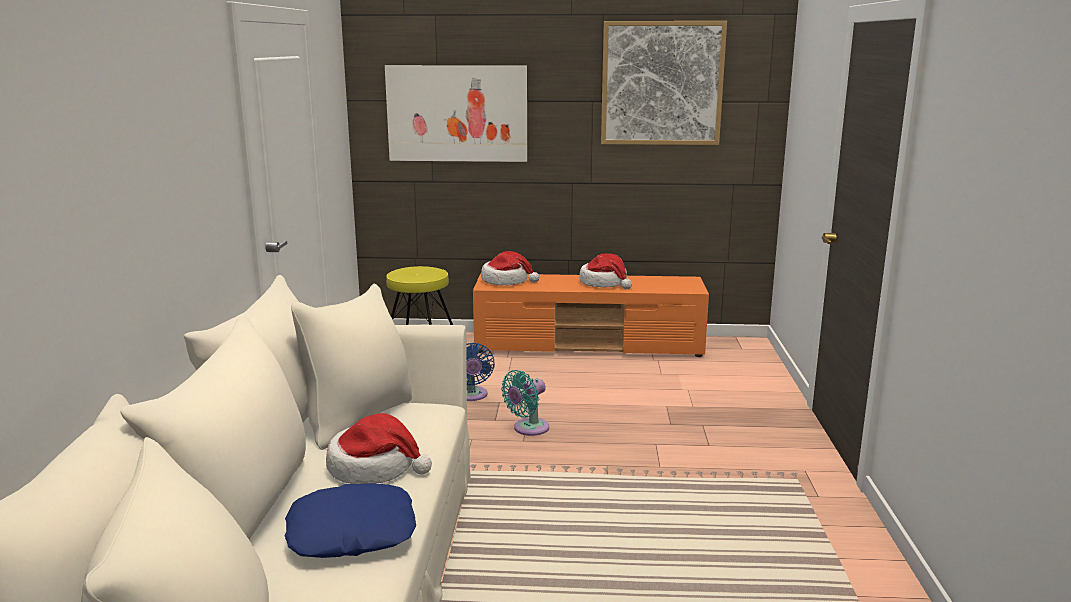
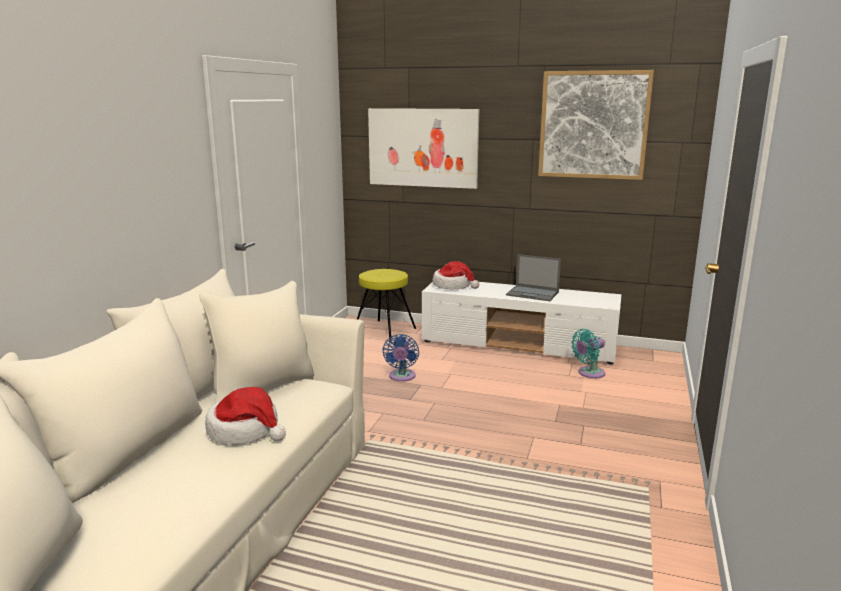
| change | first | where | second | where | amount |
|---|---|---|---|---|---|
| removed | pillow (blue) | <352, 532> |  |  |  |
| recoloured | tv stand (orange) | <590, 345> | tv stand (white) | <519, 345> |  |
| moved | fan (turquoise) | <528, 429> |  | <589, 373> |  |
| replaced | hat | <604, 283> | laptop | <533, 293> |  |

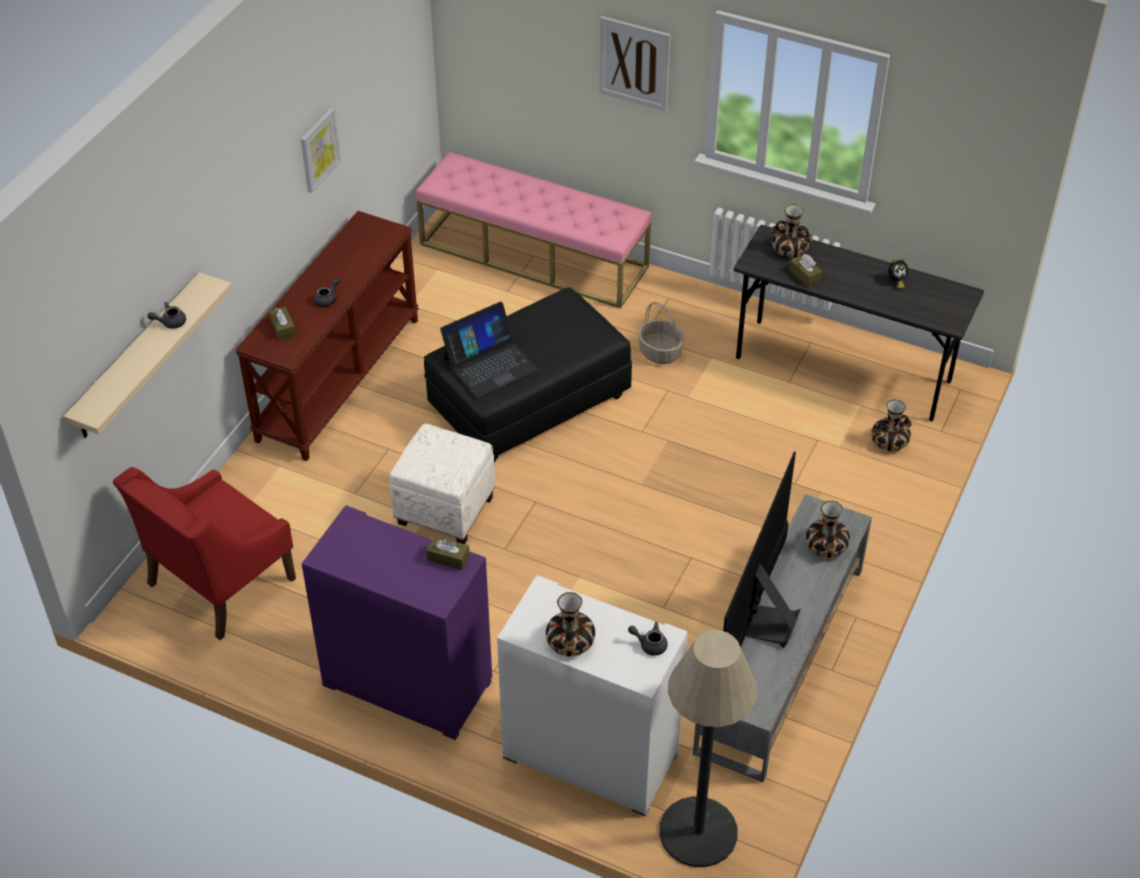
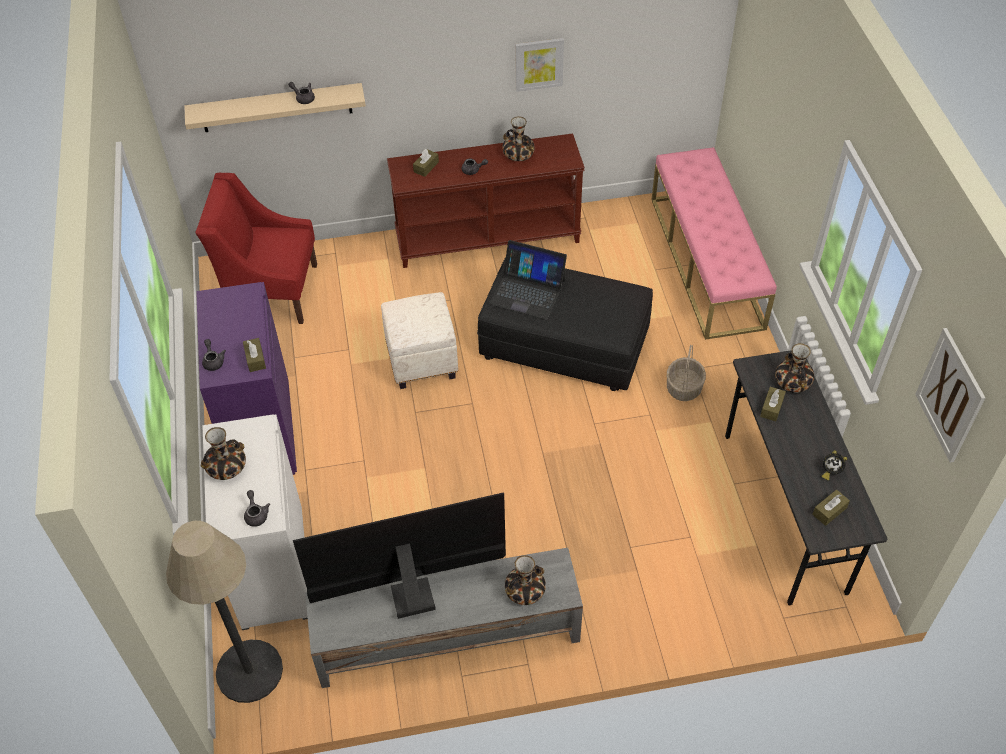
| change | first | where | second | where | amount |
|---|---|---|---|---|---|
| moved | picture | <634, 63> |  | <950, 395> |  |
| moved | vase | <888, 441> |  | <518, 154> |  |
| added |  |  | teapot (grey) | <213, 361> |  |
| added |  |  | tissue box (brown) | <829, 511> |  |

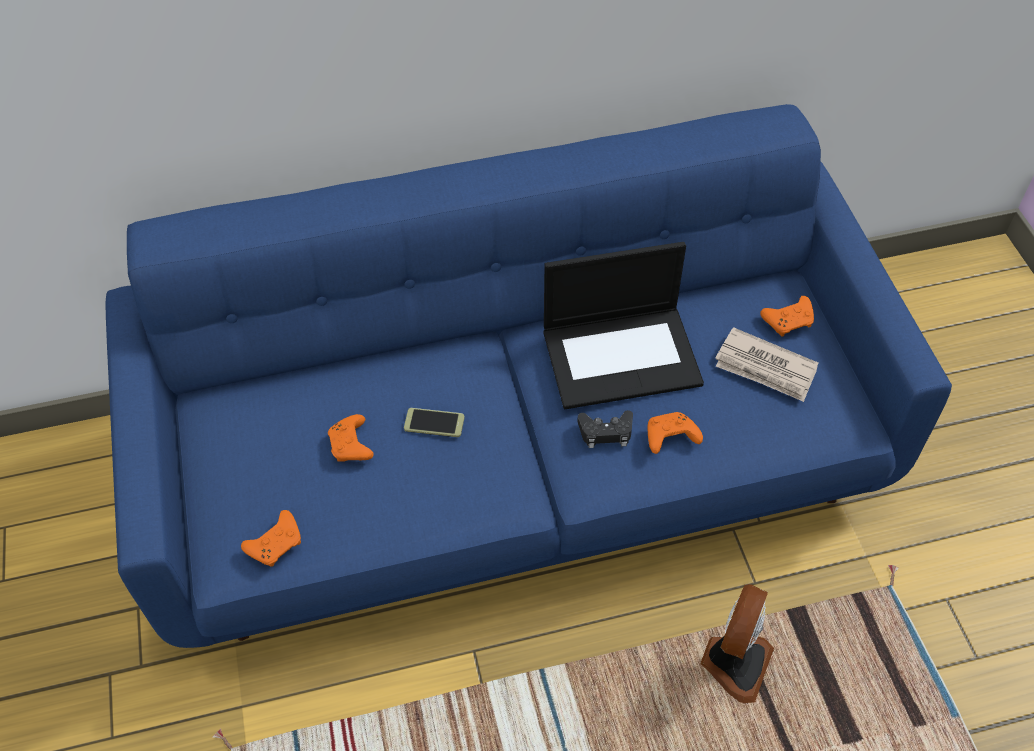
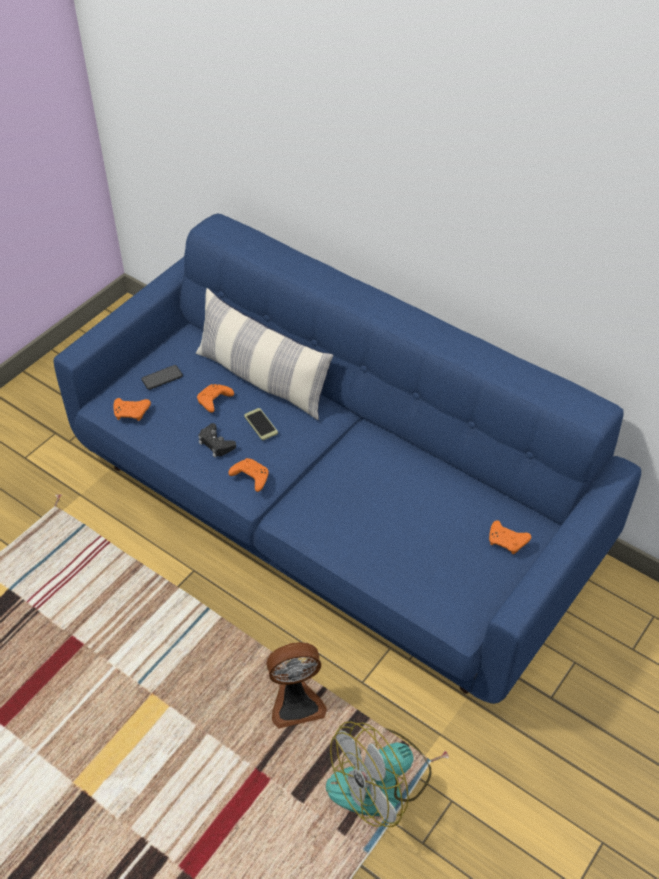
| change | first | where | second | where | amount |
|---|---|---|---|---|---|
| removed | laptop | <622, 355> |  |  |  |
| moved | game controller (black) | <606, 432> |  | <216, 444> |  |
| moved | game controller (orange) | <669, 438> |  | <250, 478> |  |
| removed | newspaper | <765, 368> |  |  |  |
| added |  |  | phone | <162, 378> |  |
| added |  |  | pillow | <262, 379> |  |
| added |  |  | fan | <380, 782> |  |

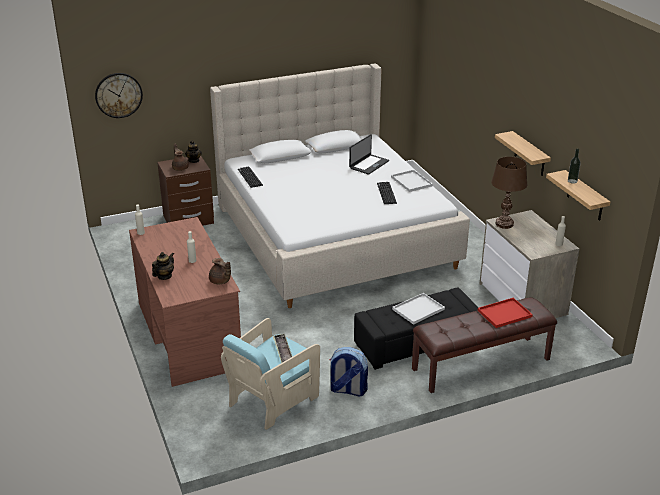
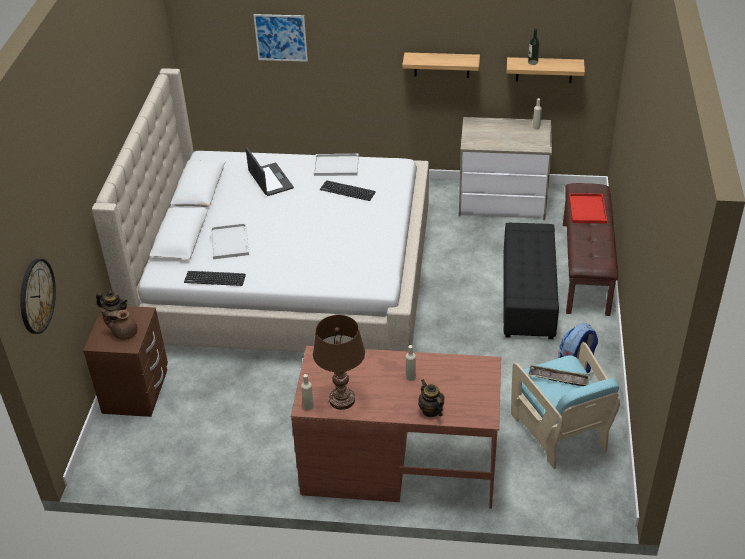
| change | first | where | second | where | amount |
|---|---|---|---|---|---|
| removed | teapot (brown) | <220, 281> |  |  |  |
| moved | tray (white) | <418, 310> |  | <230, 242> |  |
| moved | table lamp (brown) | <504, 224> |  | <342, 400> |  |
| added |  |  | picture | <281, 37> |  |

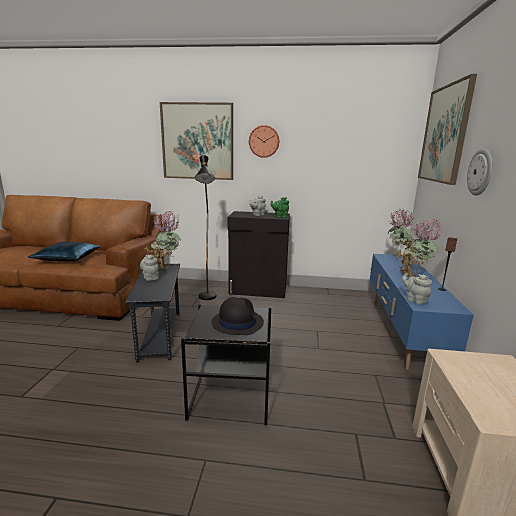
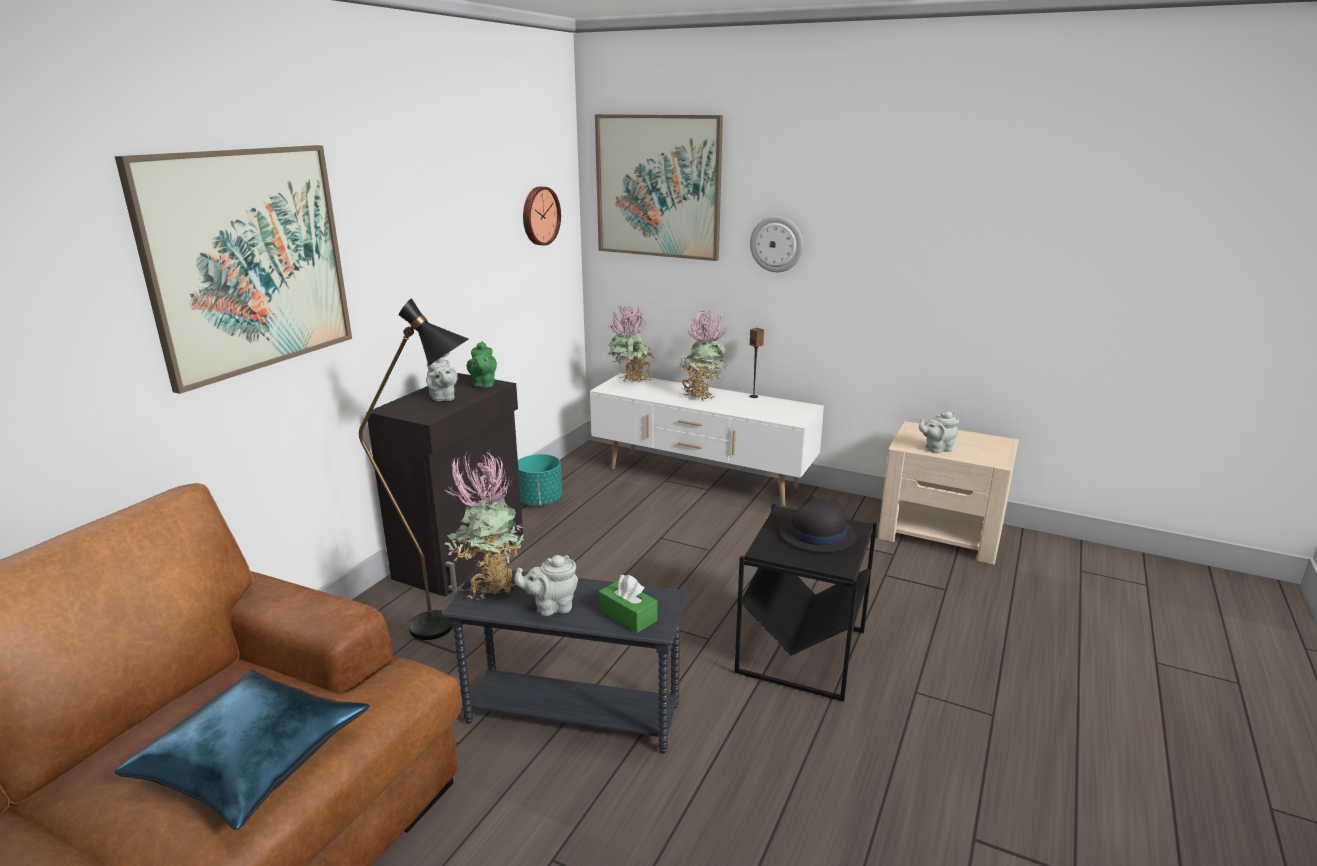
| change | first | where | second | where | amount |
|---|---|---|---|---|---|
| moved | wall clock | <264, 141> |  | <539, 216> |  |
| recoloured | tv stand (blue) | <402, 332> | tv stand (white) | <702, 479> |  |
| moved | teapot (grey) | <414, 300> |  | <936, 449> |  |
| added |  |  | planter (turquoise) | <539, 501> |  |
| added |  |  | tissue box (green) | <628, 615> |  |

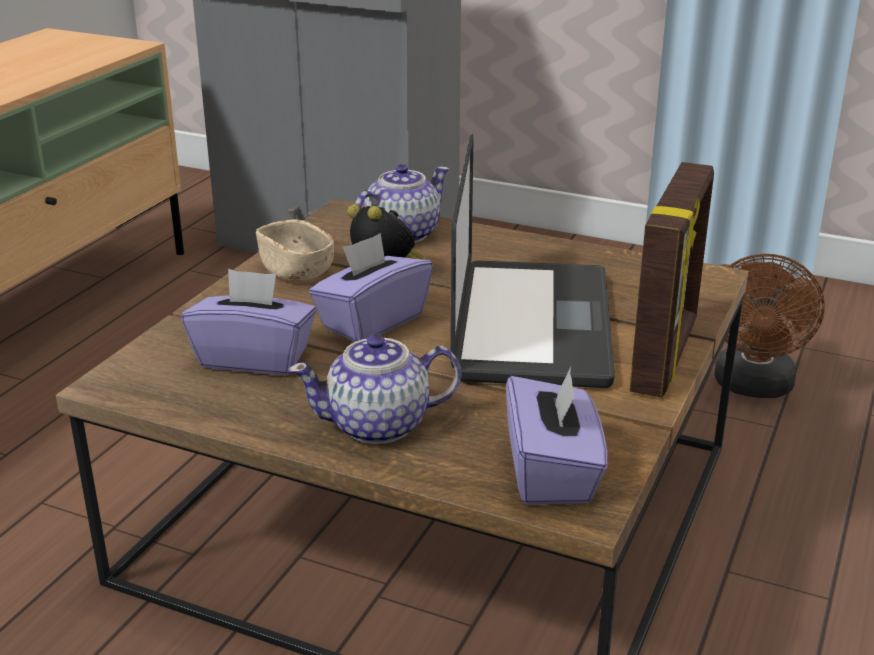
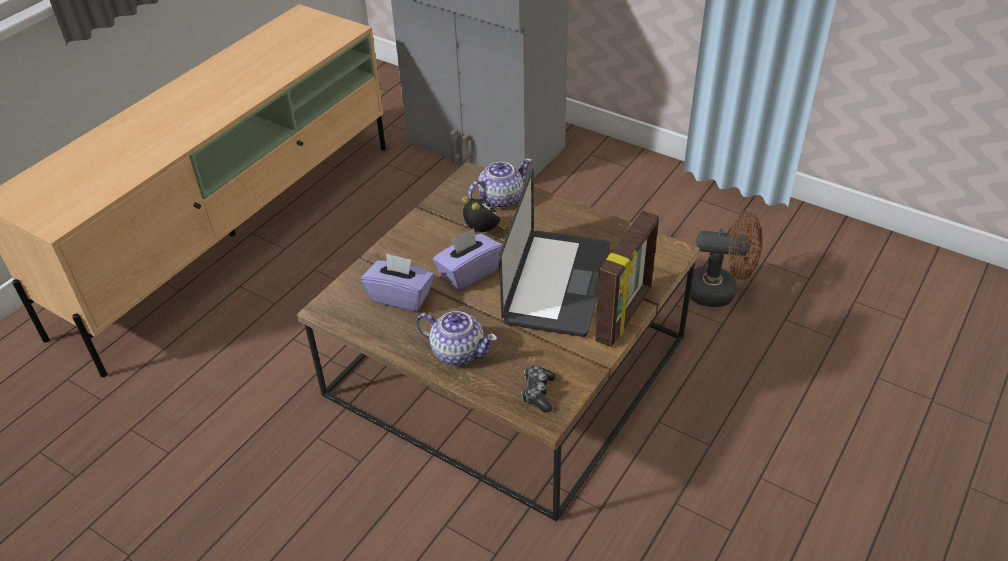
| change | first | where | second | where | amount |
|---|---|---|---|---|---|
| removed | bowl (beige) | <296, 271> |  |  |  |
| turned | teapot | <379, 425> |  | <457, 352> | 150 degrees counterclockwise |
| replaced | tissue box (purple) | <552, 473> | game controller | <538, 393> |  |
| turned | fan (brown) | <753, 387> |  | <719, 291> | 105 degrees counterclockwise |

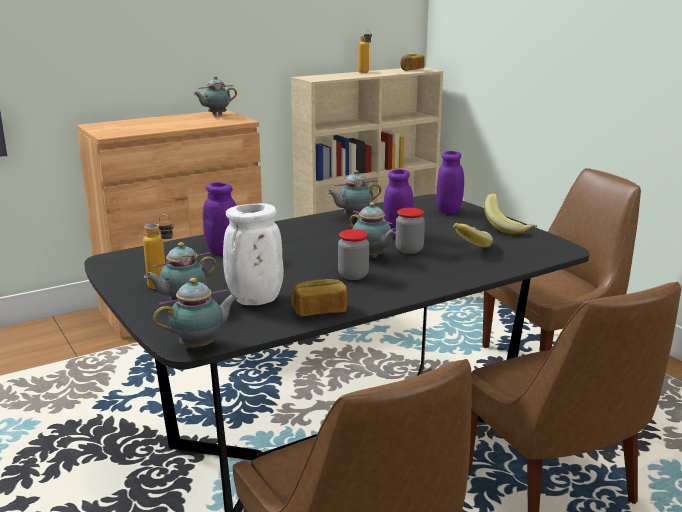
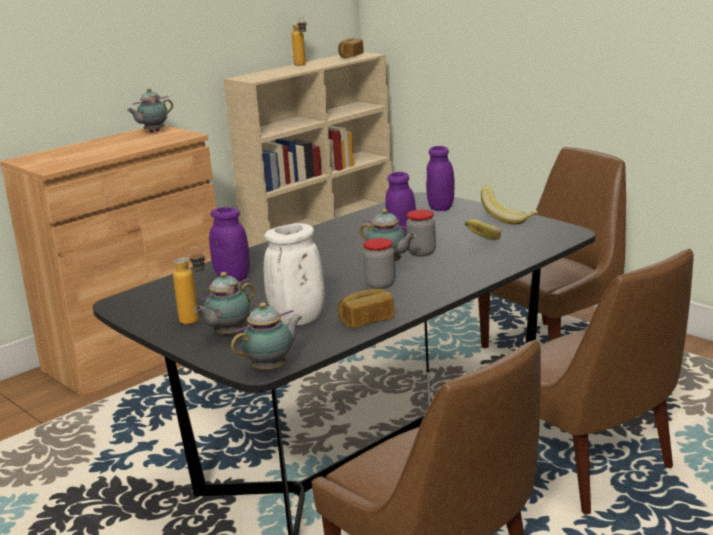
| change | first | where | second | where | amount |
|---|---|---|---|---|---|
| removed | teapot | <353, 218> |  |  |  |

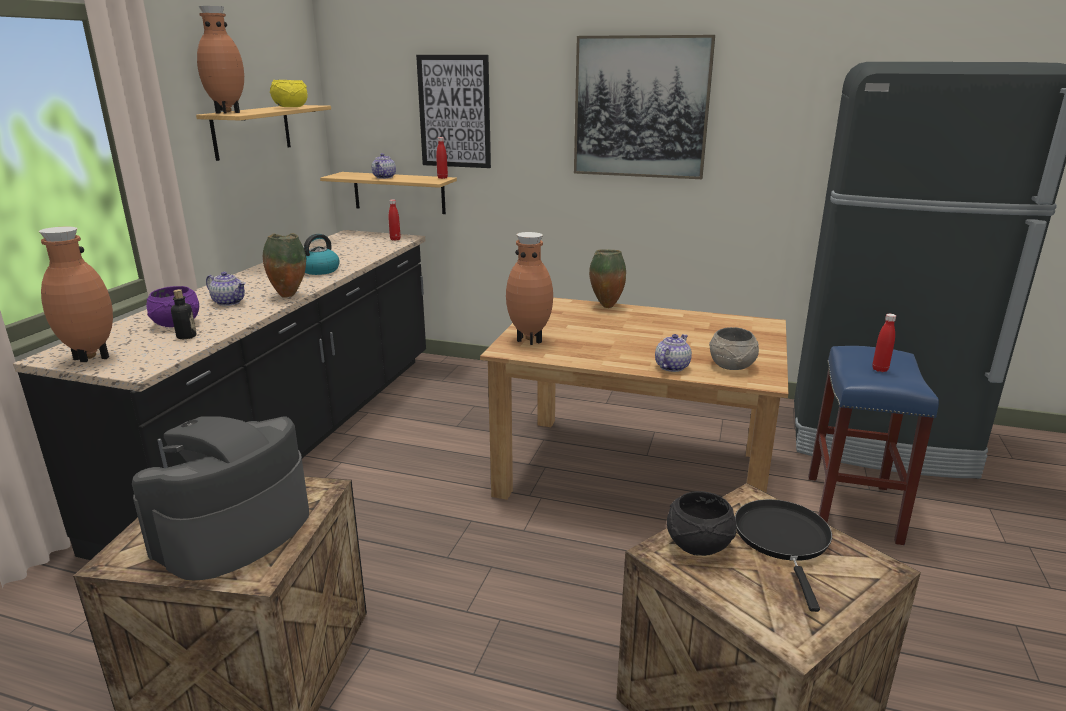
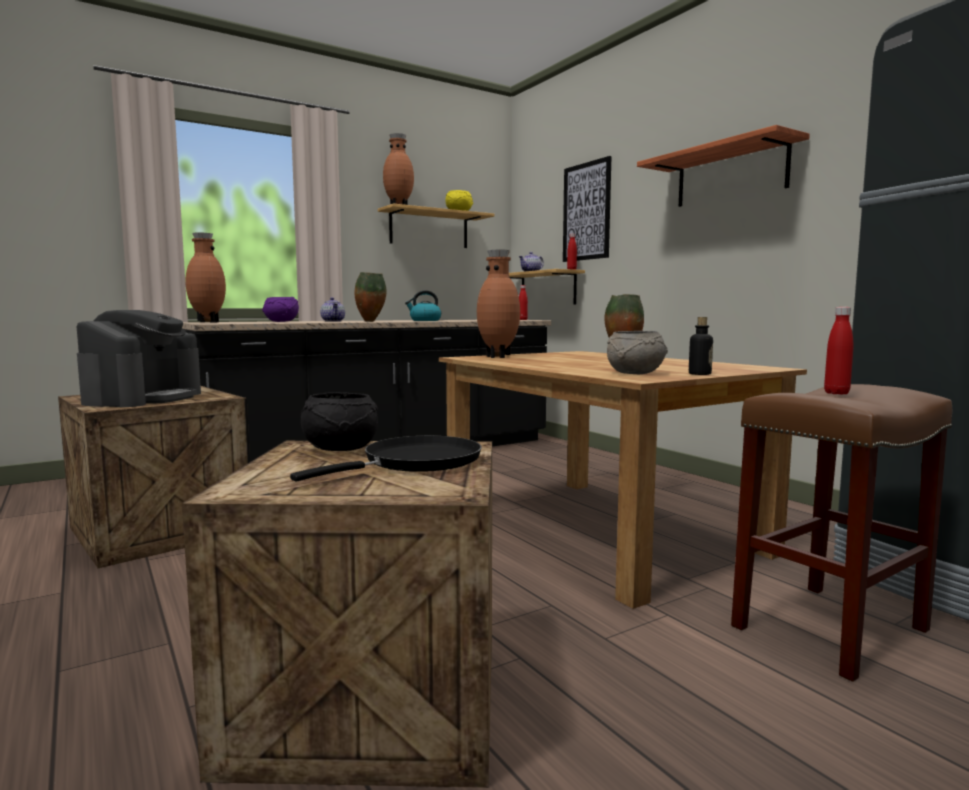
| change | first | where | second | where | amount |
|---|---|---|---|---|---|
| turned | coffee machine | <233, 531> |  | <144, 398> | 120 degrees clockwise |
| moved | bottle | <186, 336> |  | <699, 374> |  |
| replaced | picture | <641, 107> | shelf | <730, 175> |  |
| removed | teapot | <671, 367> |  |  |  |
| recoloured | stool (blue) | <853, 509> | stool (brown) | <829, 629> |  |

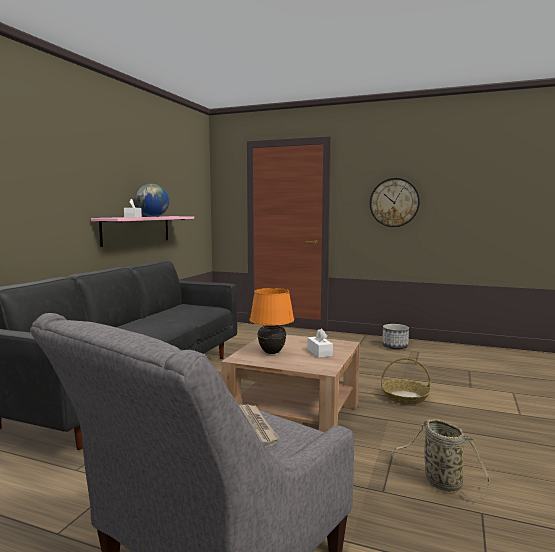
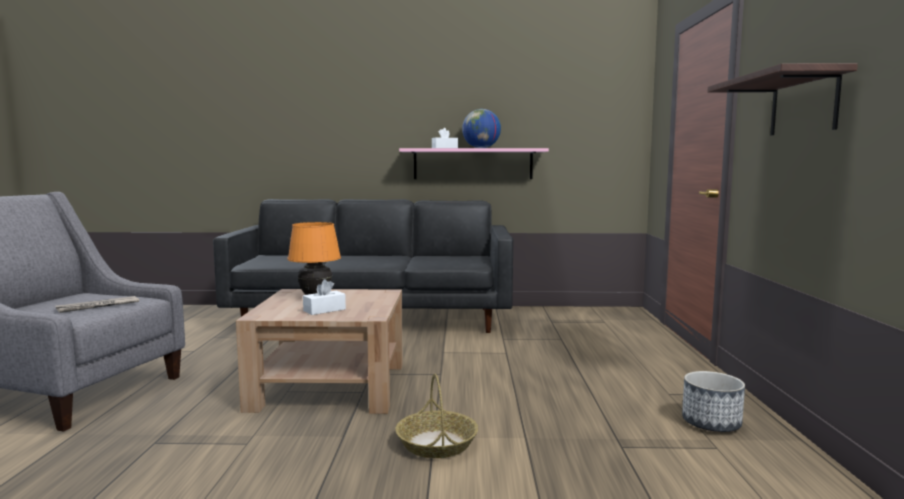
| change | first | where | second | where | amount |
|---|---|---|---|---|---|
| replaced | wall clock | <394, 202> | shelf | <803, 104> |  |
| removed | basket | <439, 482> |  |  |  |

